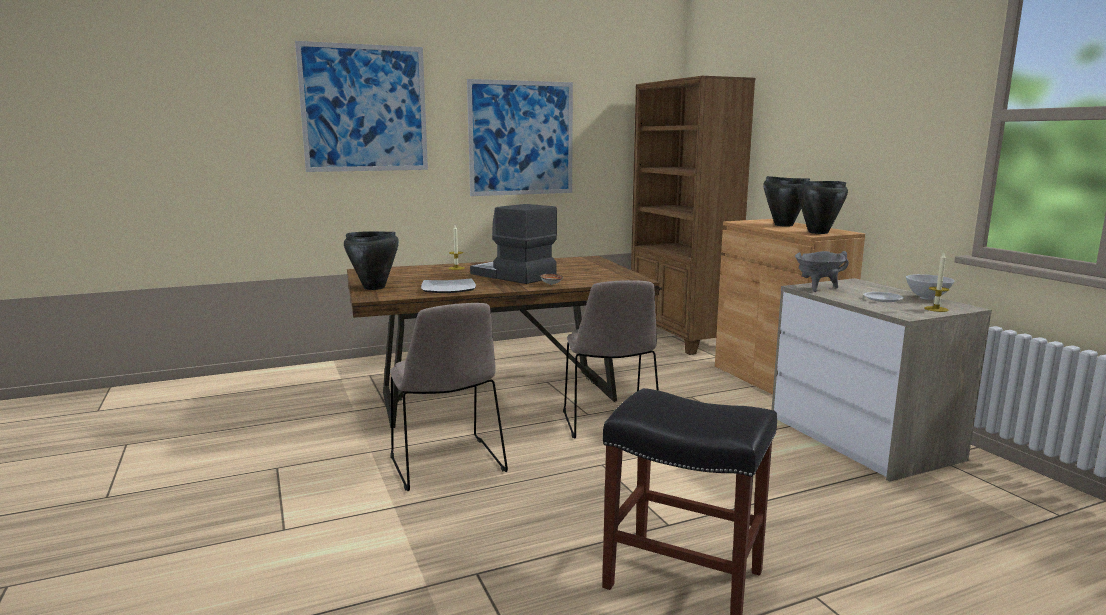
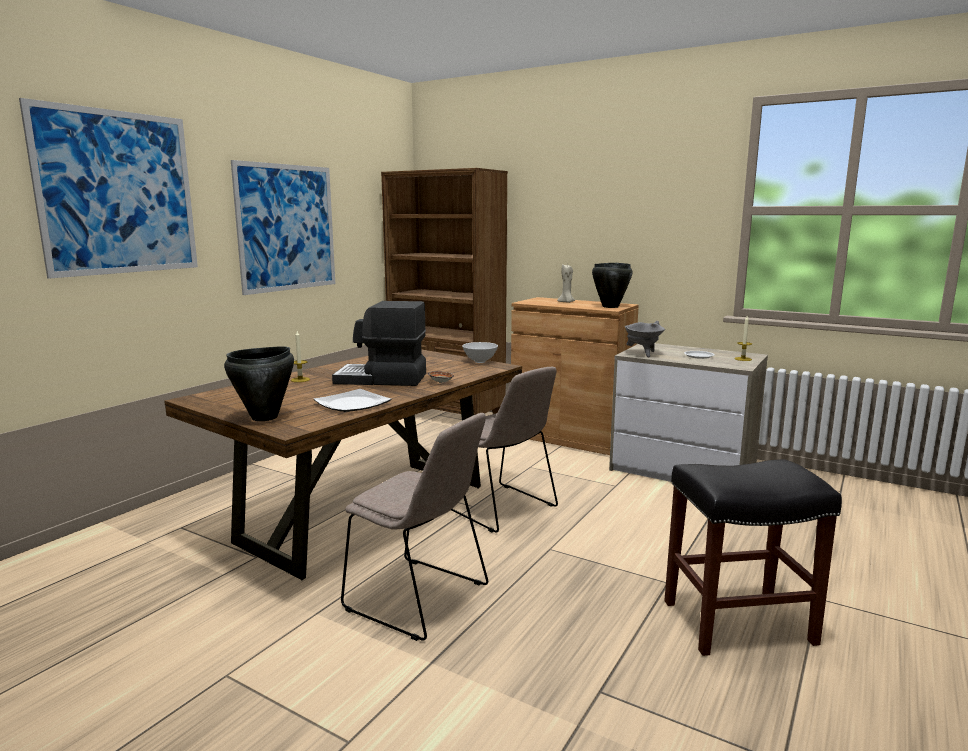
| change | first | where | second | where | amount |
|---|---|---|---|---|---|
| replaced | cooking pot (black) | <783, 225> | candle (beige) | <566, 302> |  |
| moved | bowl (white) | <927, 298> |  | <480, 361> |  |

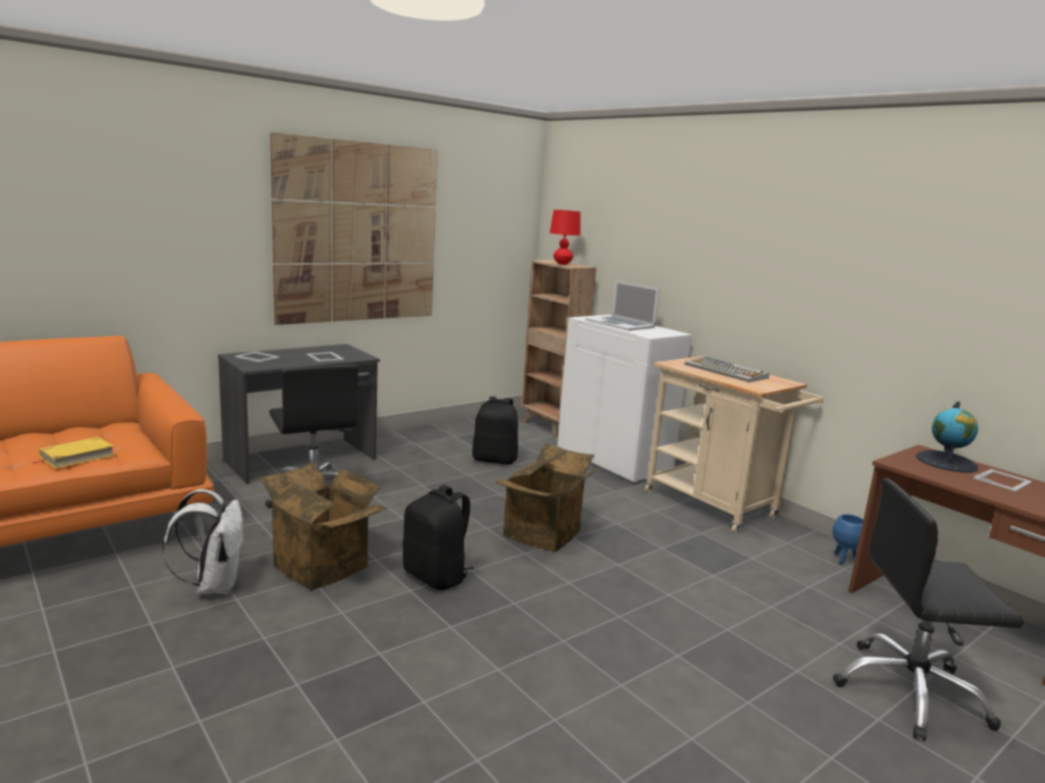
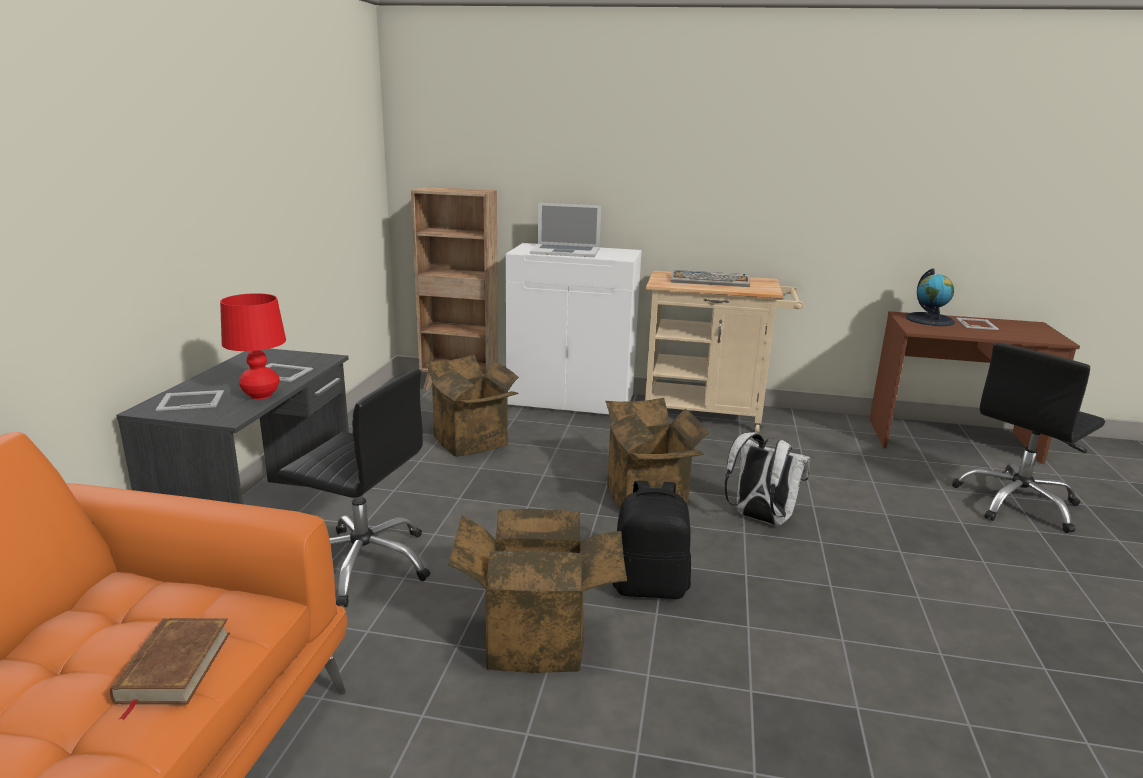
| change | first | where | second | where | amount |
|---|---|---|---|---|---|
| recoloured | book (yellow) | <77, 456> | book (brown) | <173, 667> |  |
| moved | backpack (white) | <214, 585> |  | <759, 518> |  |
| removed | picture | <358, 233> |  |  |  |
| replaced | backpack (black) | <495, 460> | cardboard box | <474, 440> |  |
| moved | table lamp (red) | <562, 264> |  | <261, 395> |  |
| removed | planter (blue) | <843, 560> |  |  |  |

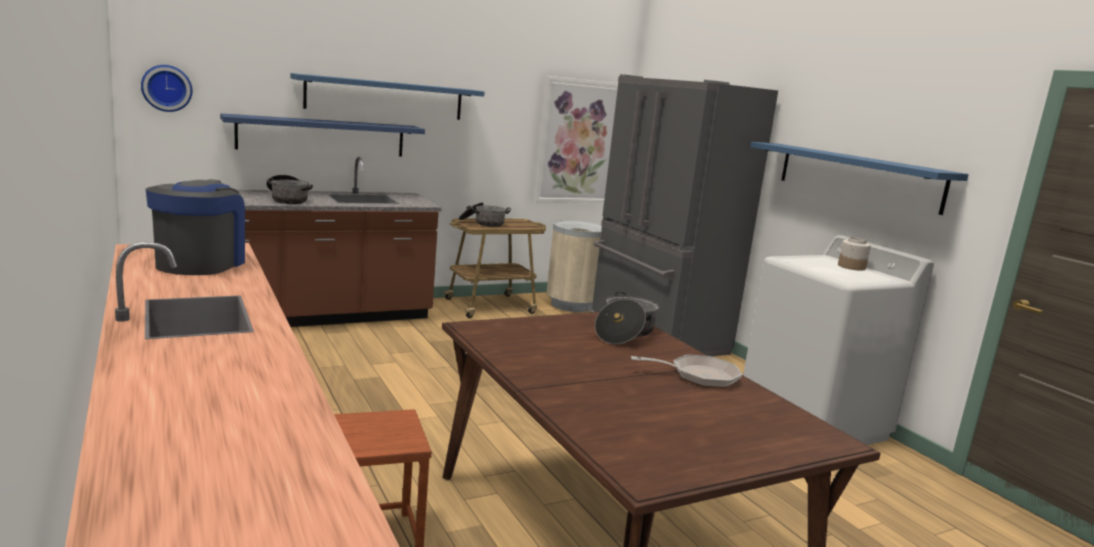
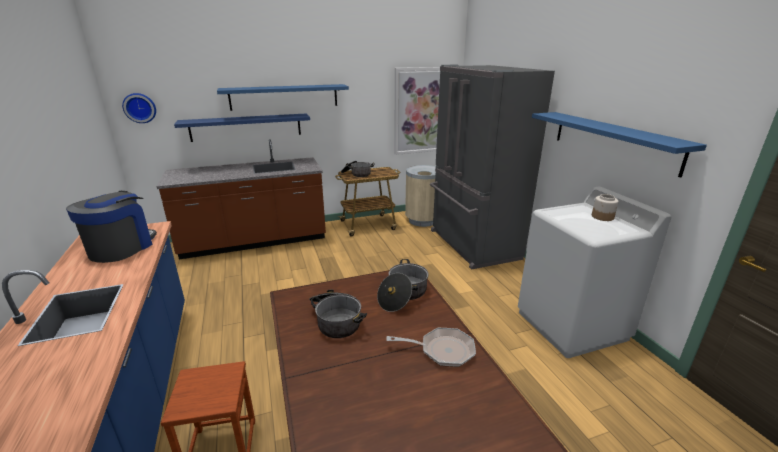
| change | first | where | second | where | amount |
|---|---|---|---|---|---|
| moved | cooking pot | <288, 199> |  | <336, 320> |  |

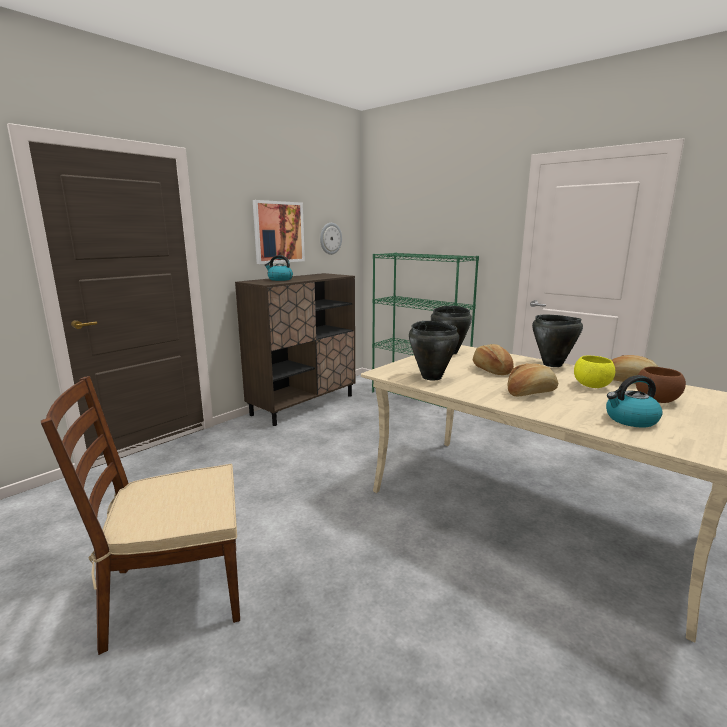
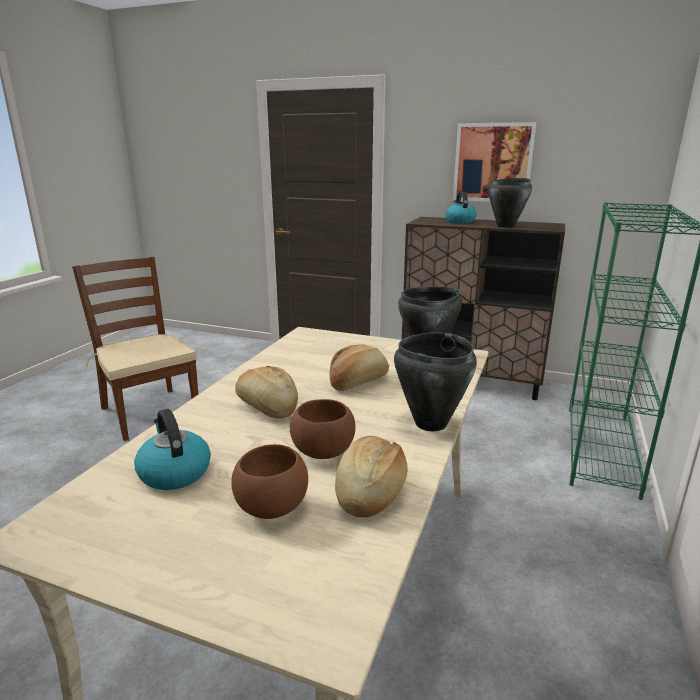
| change | first | where | second | where | amount |
|---|---|---|---|---|---|
| removed | wall clock | <330, 238> |  |  |  |
| moved | cooking pot (black) | <432, 377> |  | <506, 226> |  |
| recoloured | bowl (yellow) | <592, 386> | bowl (brown) | <324, 452> |  |

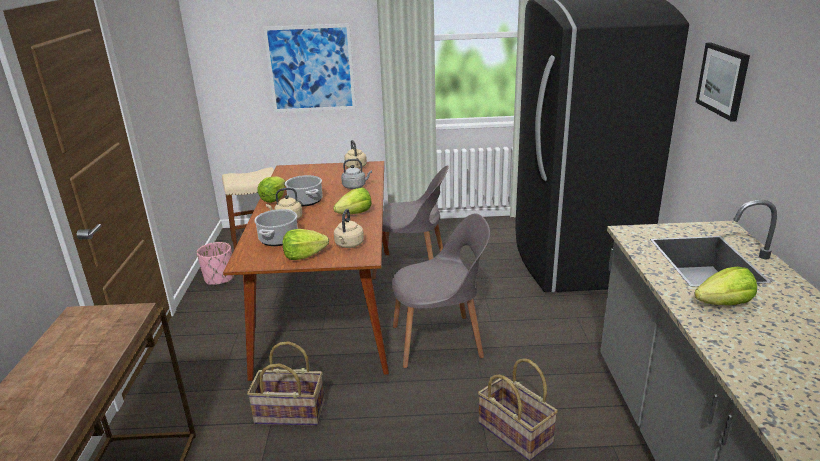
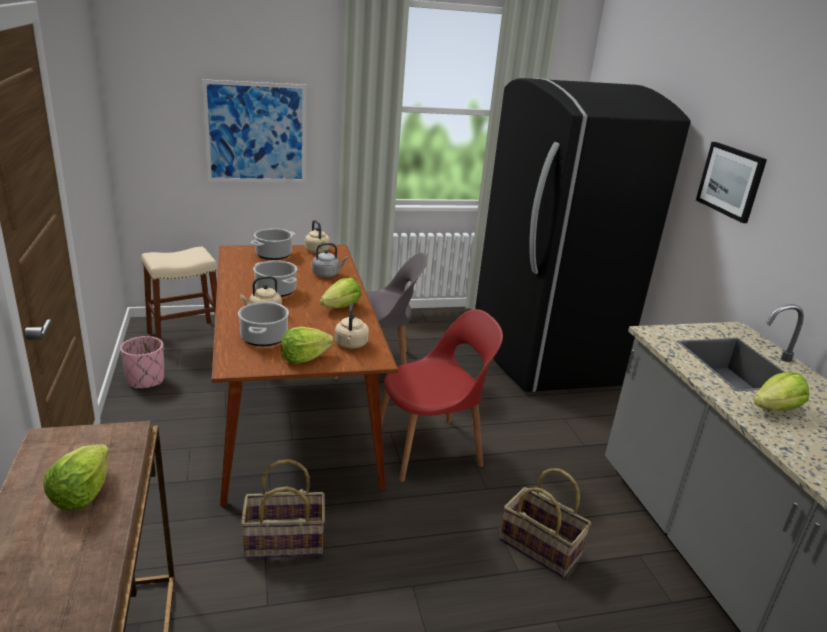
| change | first | where | second | where | amount |
|---|---|---|---|---|---|
| moved | lettuce | <274, 199> |  | <82, 493> |  |
| recoloured | chair (grey) | <440, 341> | chair (red) | <430, 449> |  |
| added |  |  | cooking pot | <273, 255> |  |

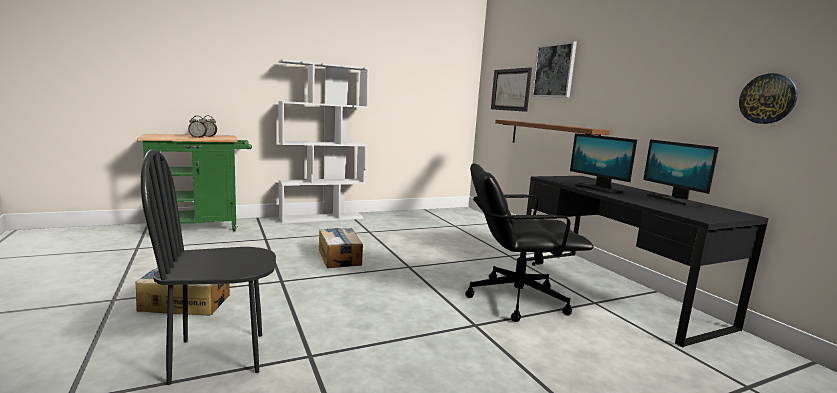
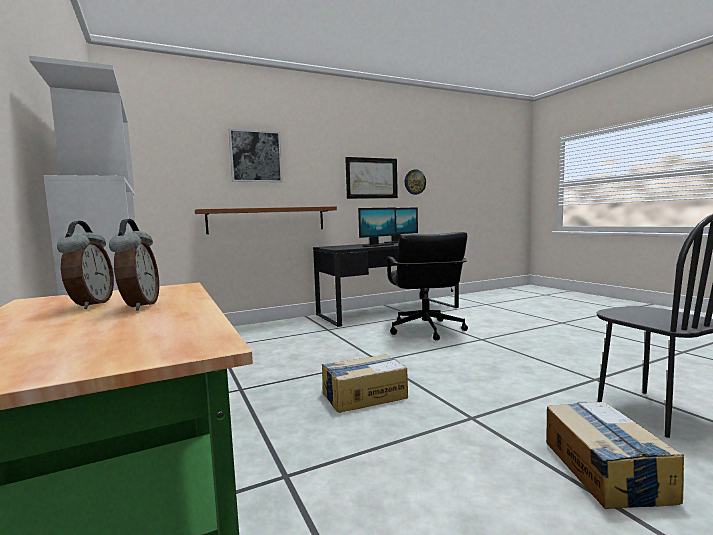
| change | first | where | second | where | amount |
|---|---|---|---|---|---|
| moved | picture | <511, 89> |  | <371, 178> |  |

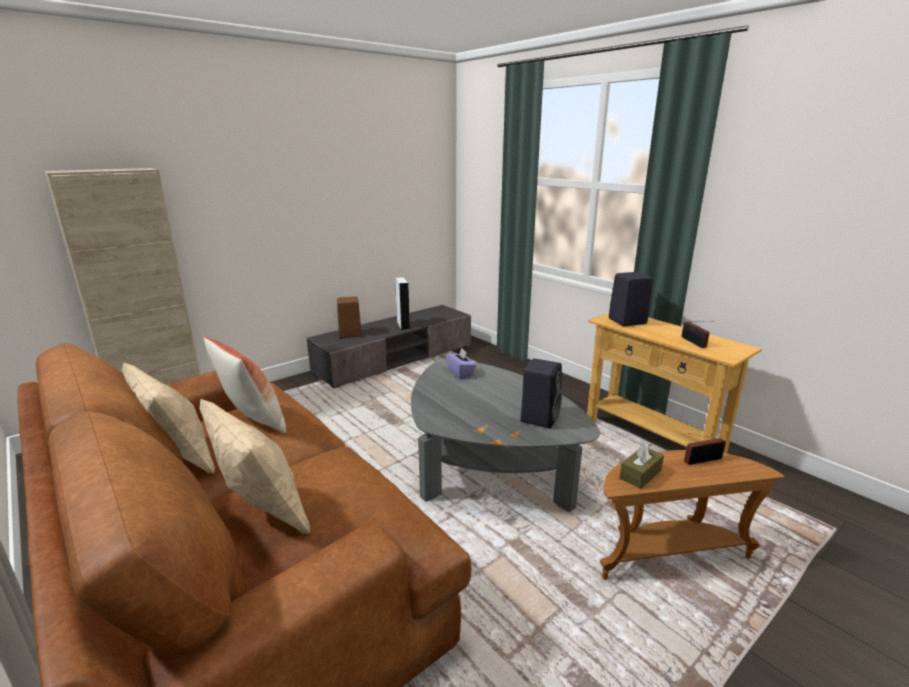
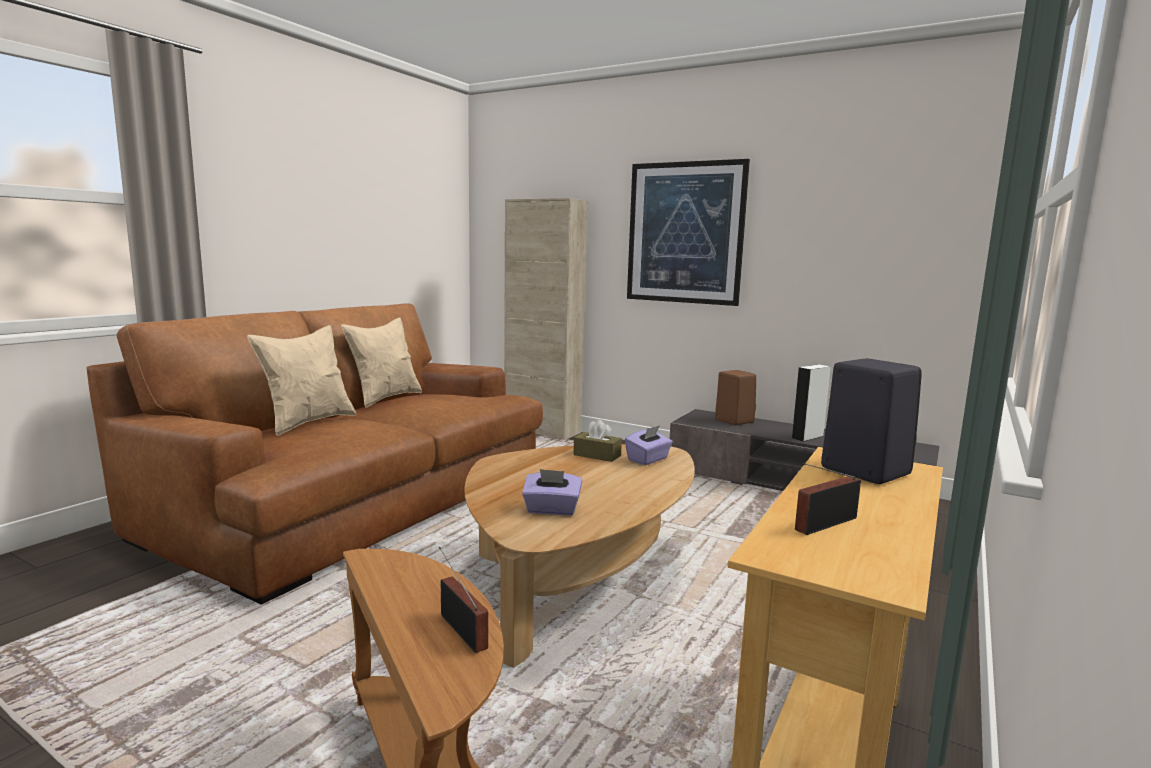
| change | first | where | second | where | amount |
|---|---|---|---|---|---|
| removed | pillow | <253, 420> |  |  |  |
| recoloured | coffee table (grey) | <487, 465> | coffee table (brown) | <578, 585> |  |
| replaced | speaker (black) | <540, 417> | tissue box (purple) | <551, 510> |  |
| moved | tissue box (brown) | <640, 474> |  | <597, 455> |  |
| added |  |  | picture | <685, 233> |  |

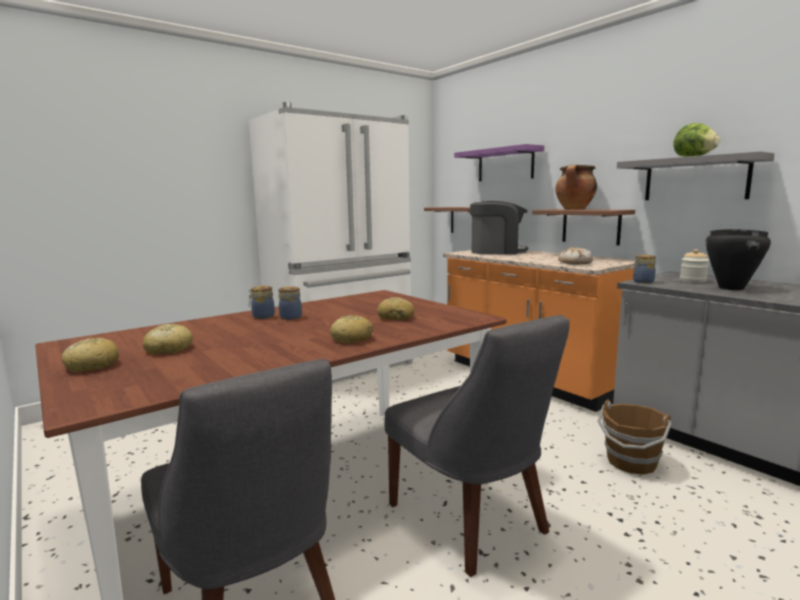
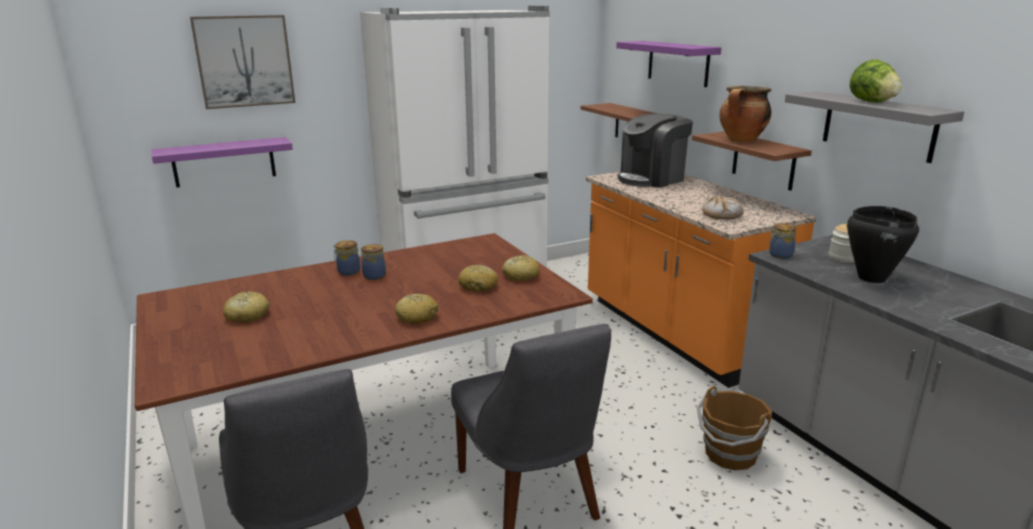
| change | first | where | second | where | amount |
|---|---|---|---|---|---|
| moved | bread | <92, 365> |  | <520, 276> |  |
| turned | coffee machine | <497, 252> |  | <652, 179> | 135 degrees clockwise |
| added |  |  | shelf (purple) | <224, 162> |  |
| added |  |  | picture | <244, 61> |  |

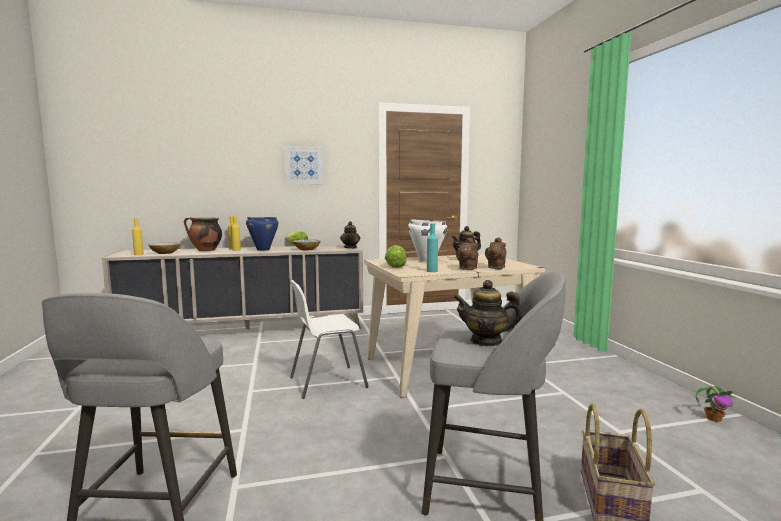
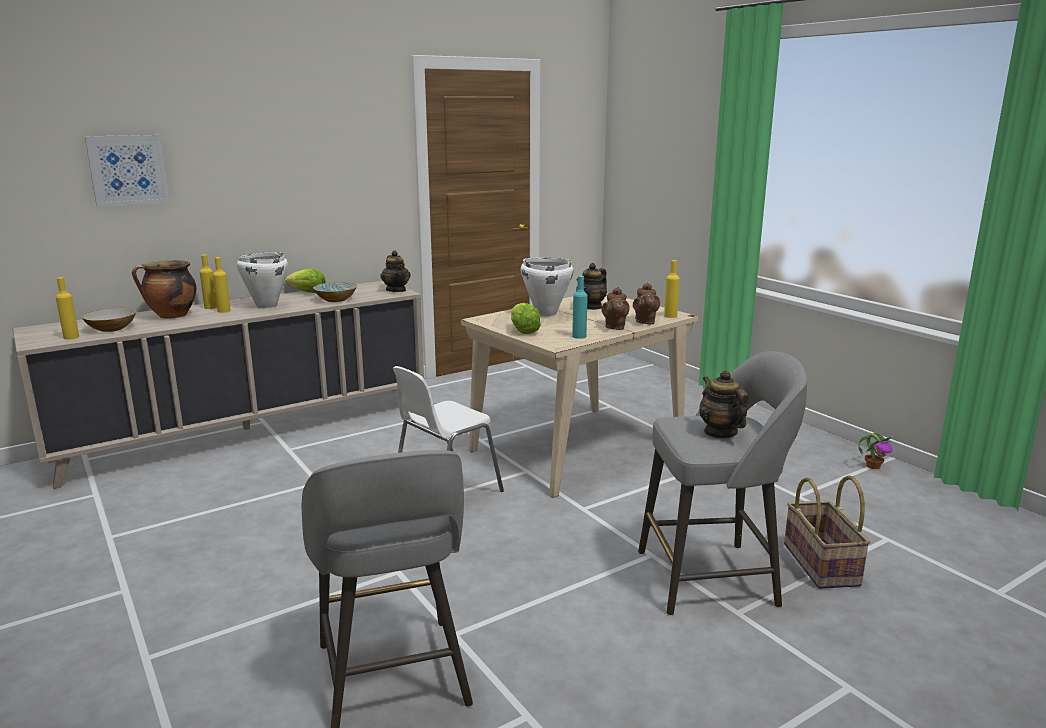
| change | first | where | second | where | amount |
|---|---|---|---|---|---|
| recoloured | cooking pot (blue) | <263, 249> | cooking pot (white) | <266, 306> |  |
| moved | picture | <304, 165> |  | <128, 170> |  |
| turned | teapot | <486, 341> |  | <720, 432> | 75 degrees clockwise |
| added |  |  | bottle (yellow) | <670, 316> |  |

